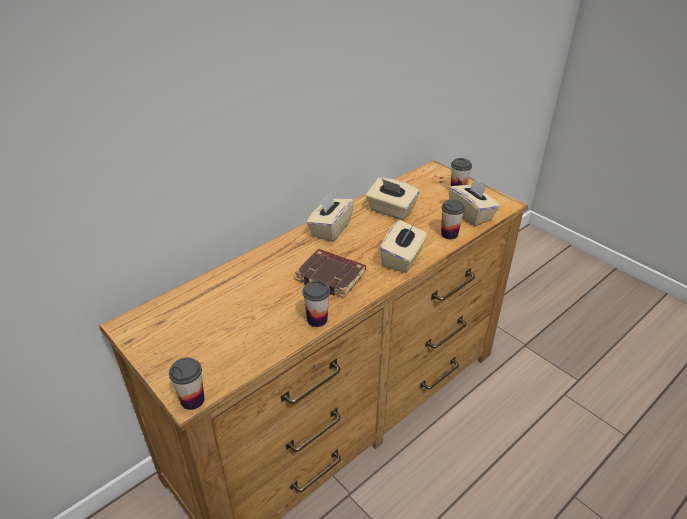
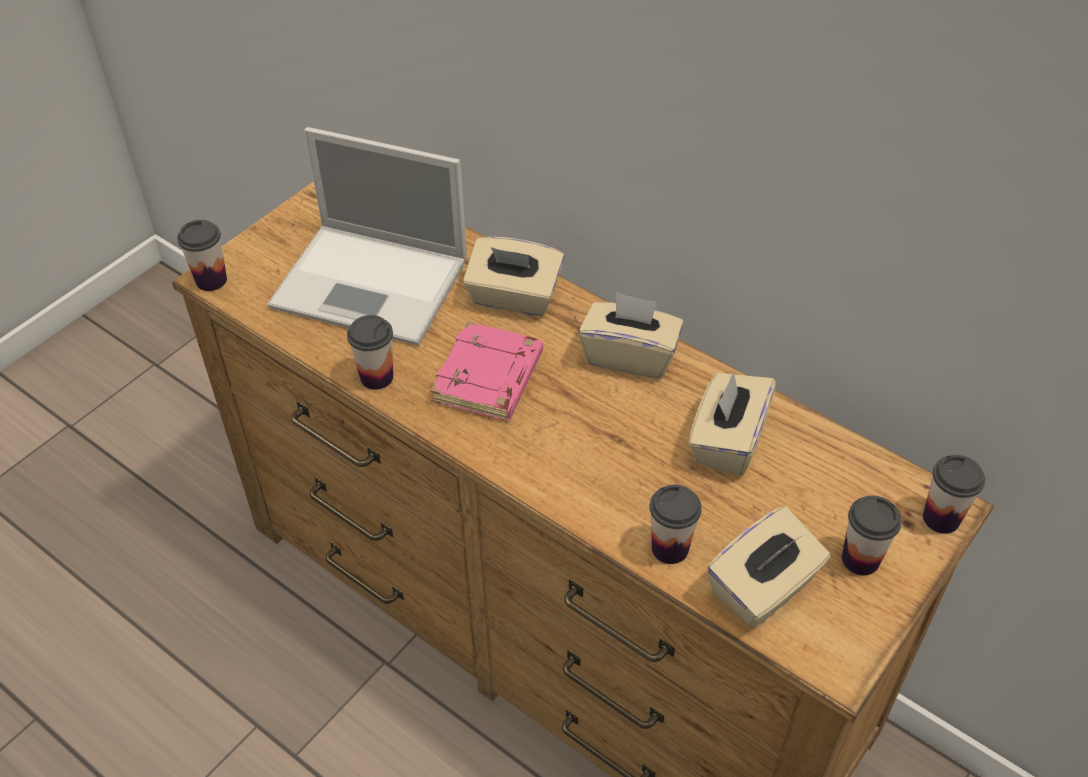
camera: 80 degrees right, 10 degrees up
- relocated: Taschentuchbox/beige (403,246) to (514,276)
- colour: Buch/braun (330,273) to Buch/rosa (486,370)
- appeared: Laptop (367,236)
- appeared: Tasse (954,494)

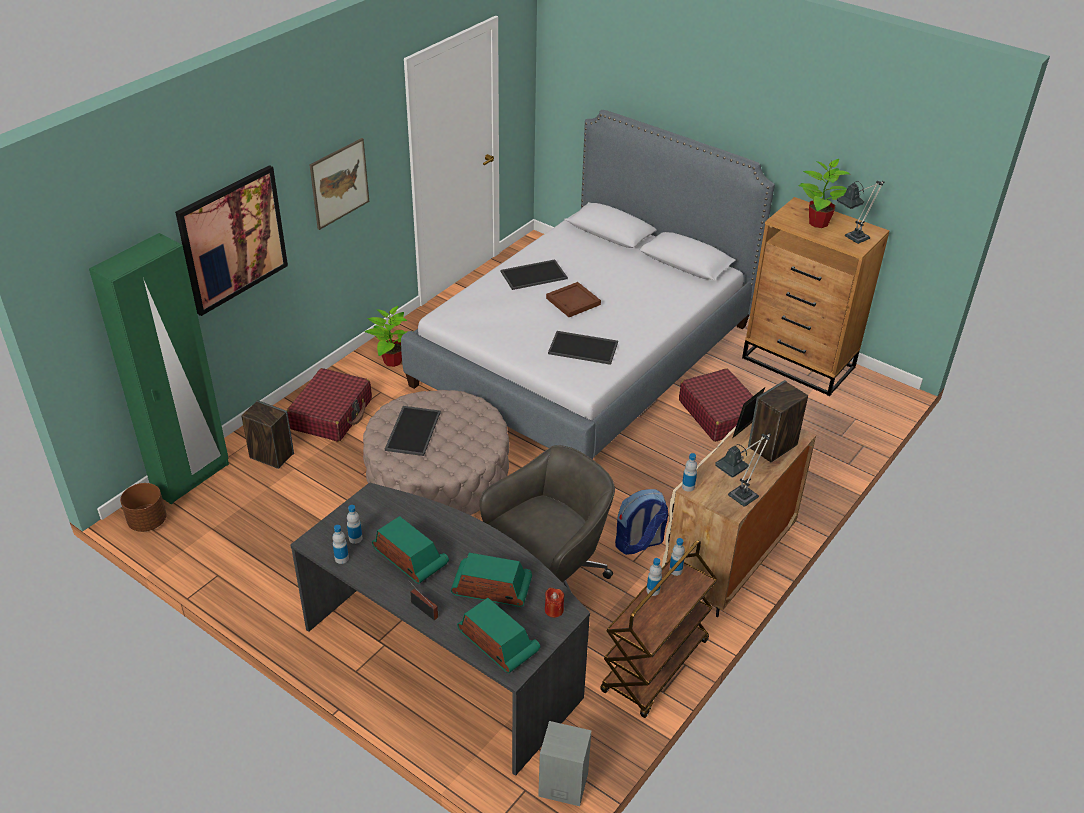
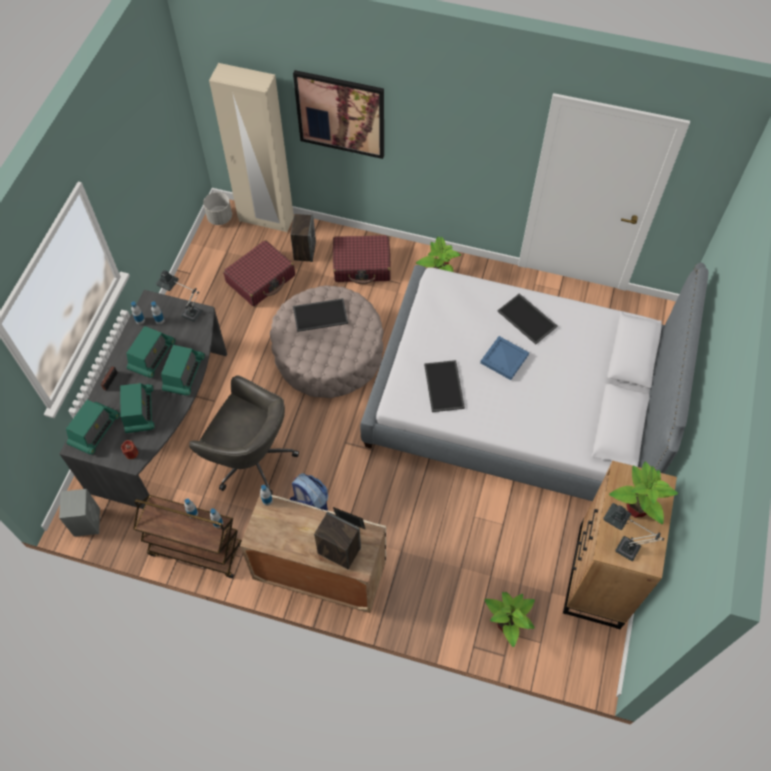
camera: 70 degrees right, 20 degrees up
- missing: Bild (339,184)
- colour: Kleiderschrank/grün (159,369) to Kleiderschrank/beige (251,148)
- colour: Tablett/braun (573,299) to Tablett/blau (504,358)
- relocated: Koffer/rot (716,405) to (259,273)
- relocated: Tischlampe (743,470) to (179,296)
- colour: Pflanzkübel/braun (143,507) to Pflanzkübel/grau (217,208)
- appeared: Radio (183,370)
- appeared: Topfpflanze (509,619)

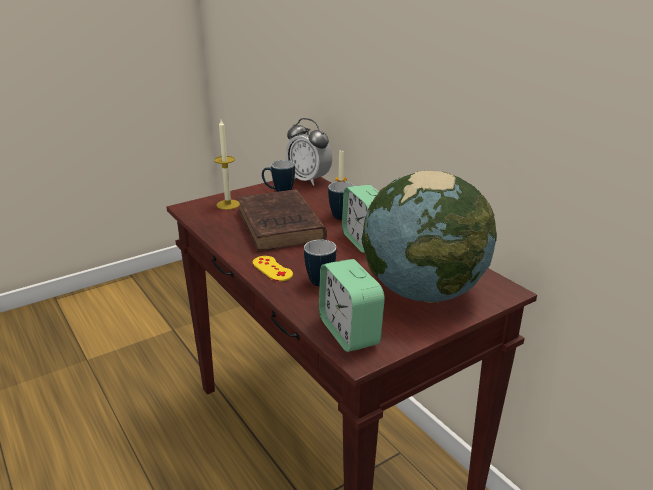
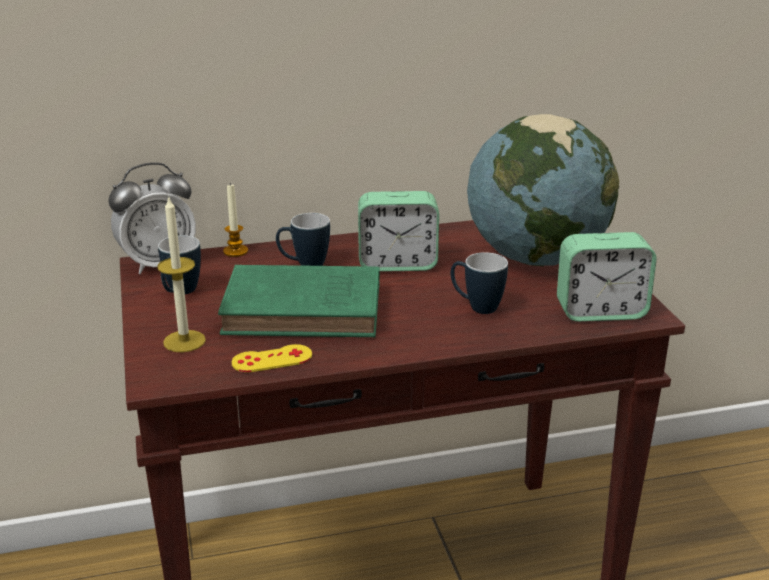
camera: 70 degrees left, 0 degrees up
- colour: Buch/braun (282,220) to Buch/grün (299,301)
- relocated: Gamepad/gelb (272,268) to (272,358)

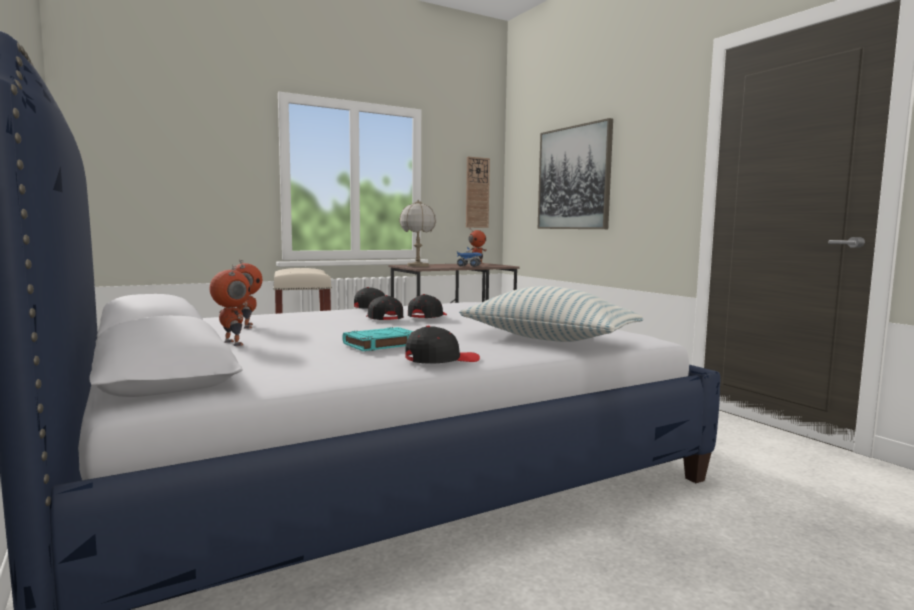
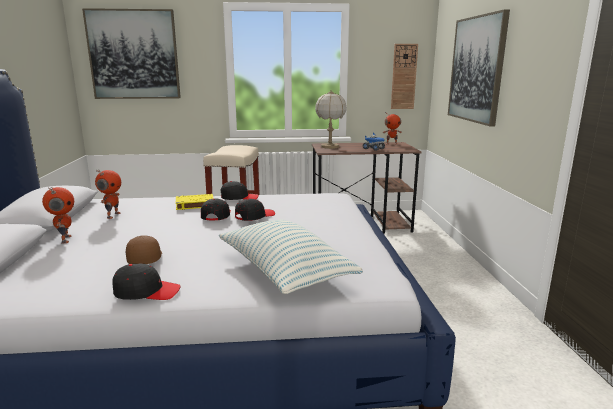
camera: 25 degrees right, 10 degrees up
- exchanged: Buch/türkis (378,339) to Kappe/braun (144,249)
- appeared: Bild (131,53)
- appeared: Buch/gelb (195,202)

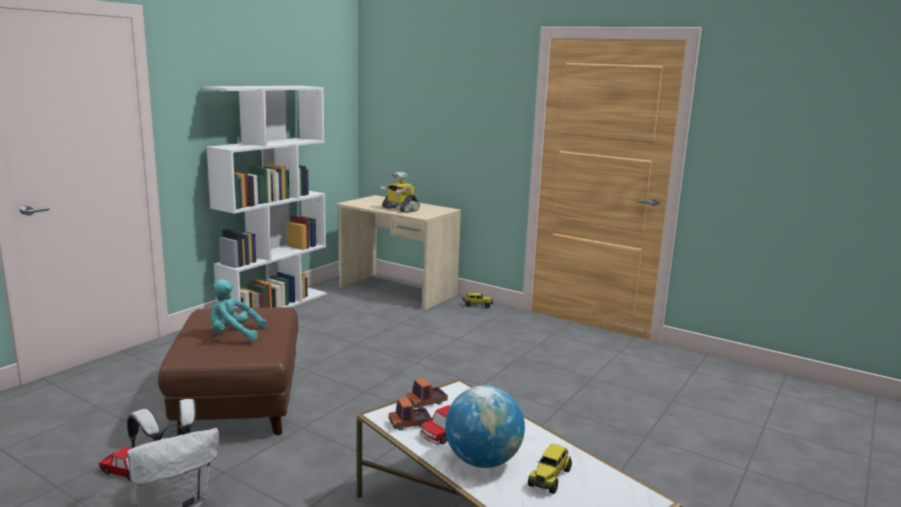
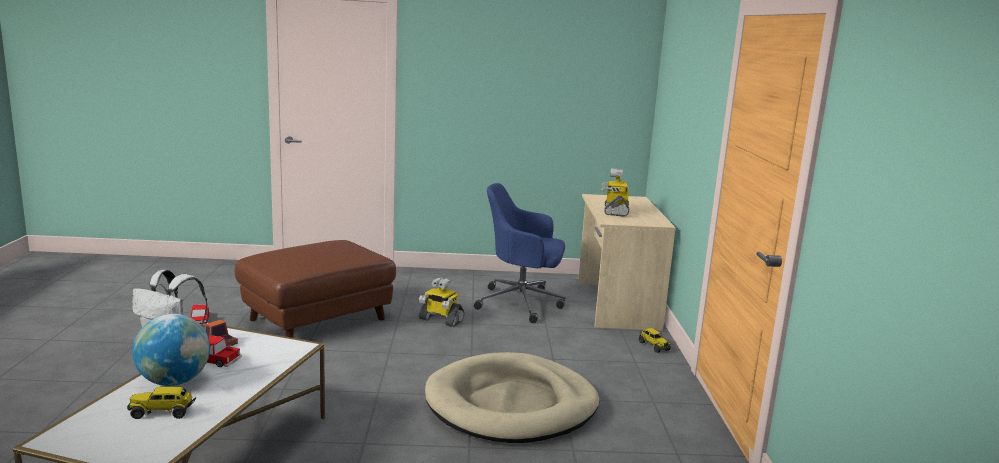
camera: 55 degrees right, 0 degrees up
- missing: Bücherregal/weiß (265,197)
- missing: Plüschtier/türkis (238,310)
- missing: Spielzeuglaster (427,393)
- appeared: Bürostuhl/blau (519,253)
- appeared: Spielzeugroboter (441,302)
- appeared: Hundebett/beige (512,397)

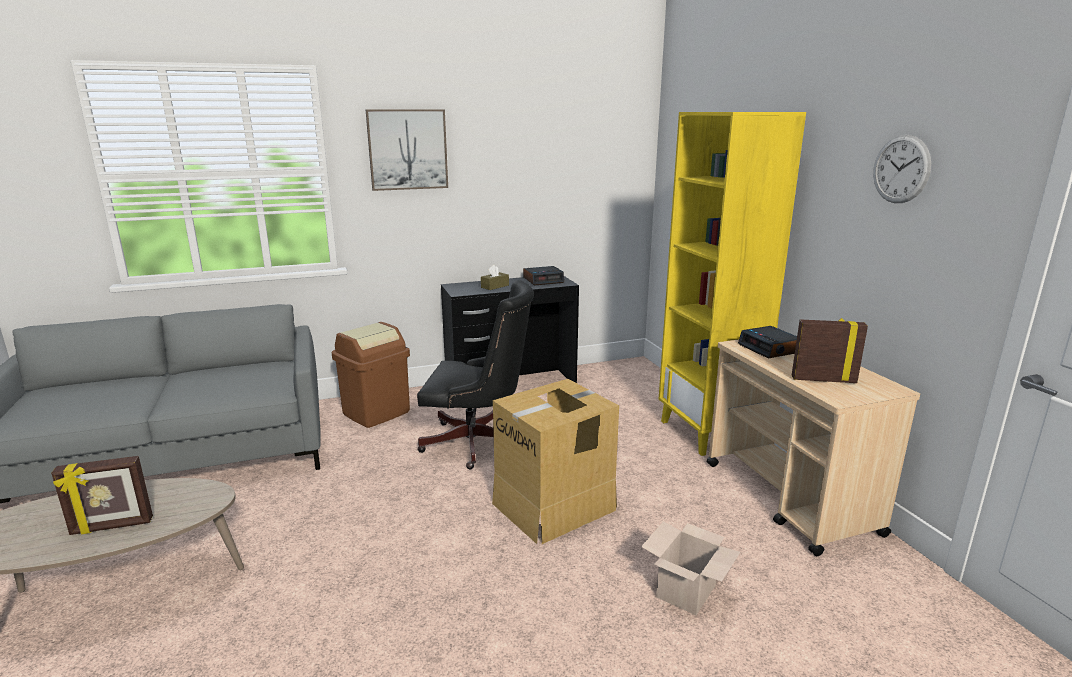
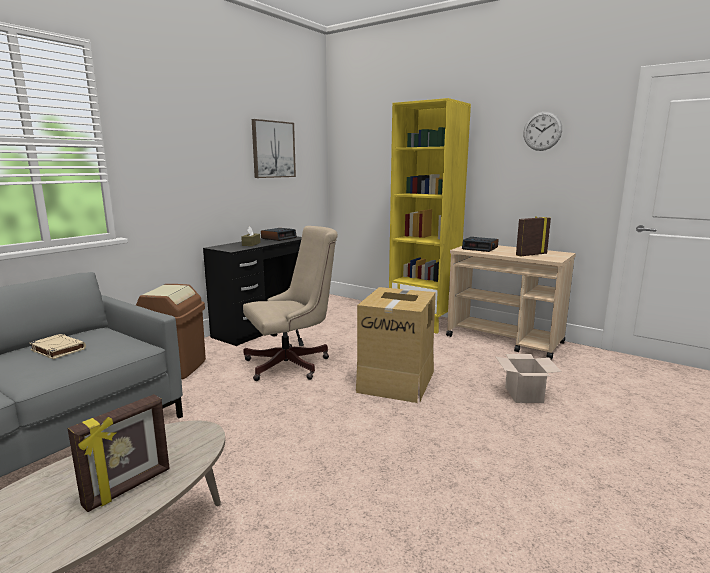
camera: 35 degrees left, 5 degrees down
- relocated: Bild (407,150) to (274,148)
- colour: Bürostuhl/schwarz (475,374) to Bürostuhl/beige (290,303)
- appeared: Buch/beige (57,346)

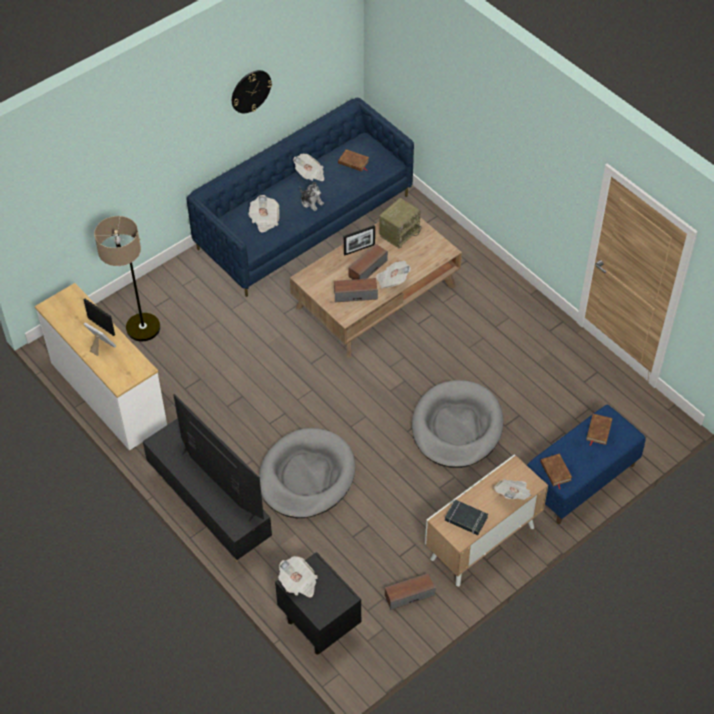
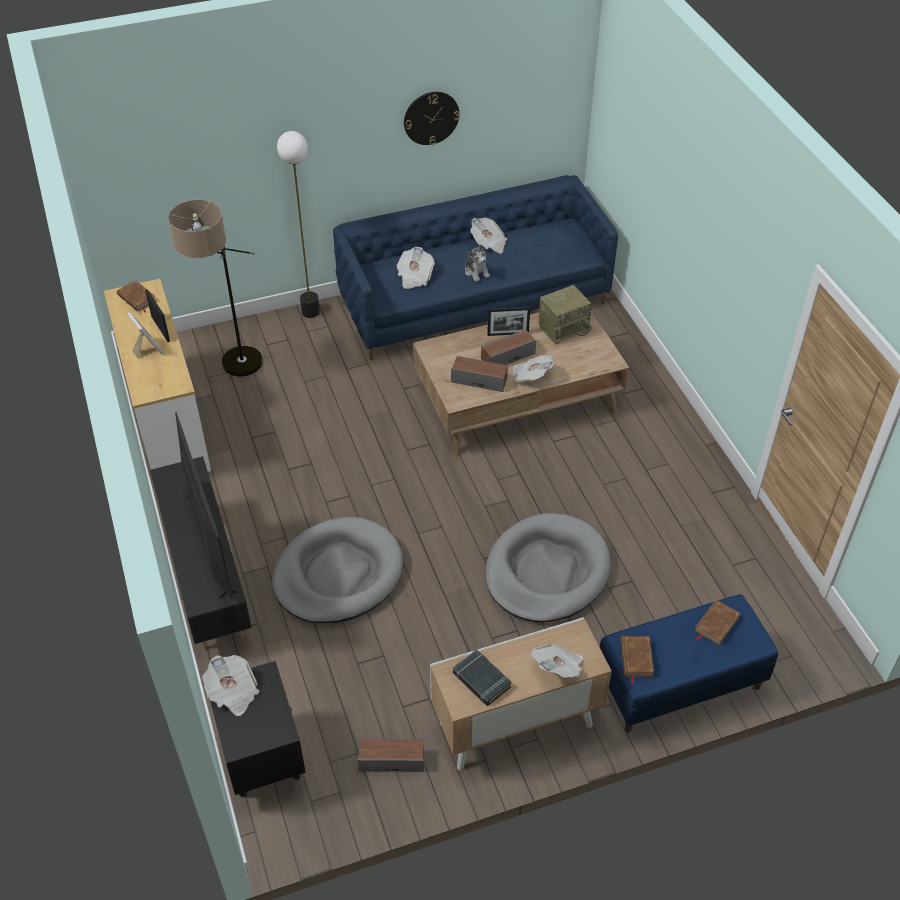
camera: 20 degrees right, 5 degrees down
- relocated: Buch/braun (353,160) to (137,296)
- appeared: Stehlampe (298,224)

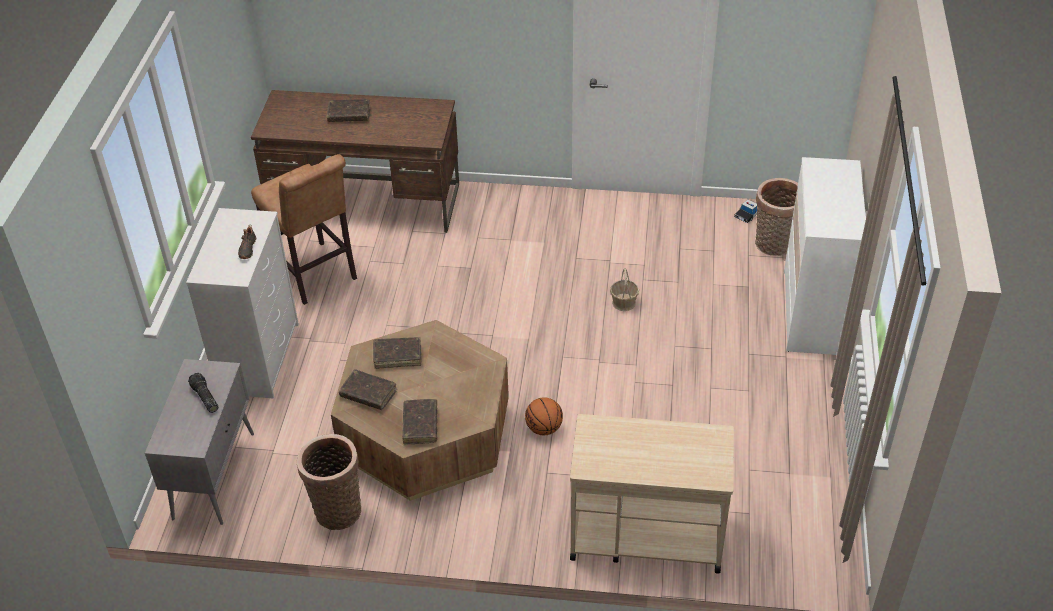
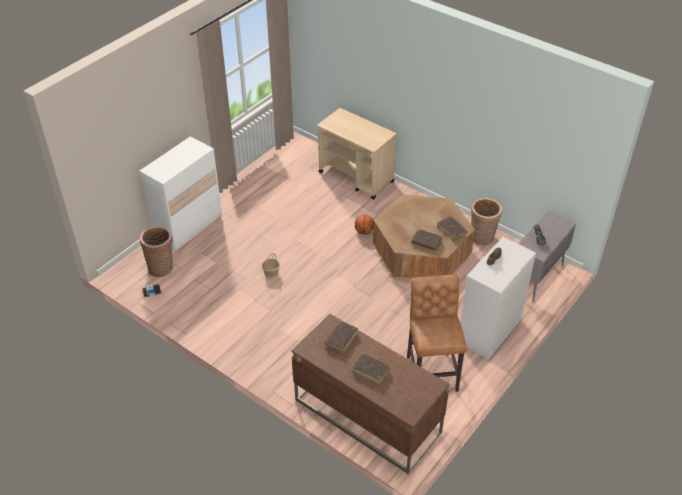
camera: 150 degrees left, 0 degrees up
- relocated: Buch/braun (419,422) to (341,337)

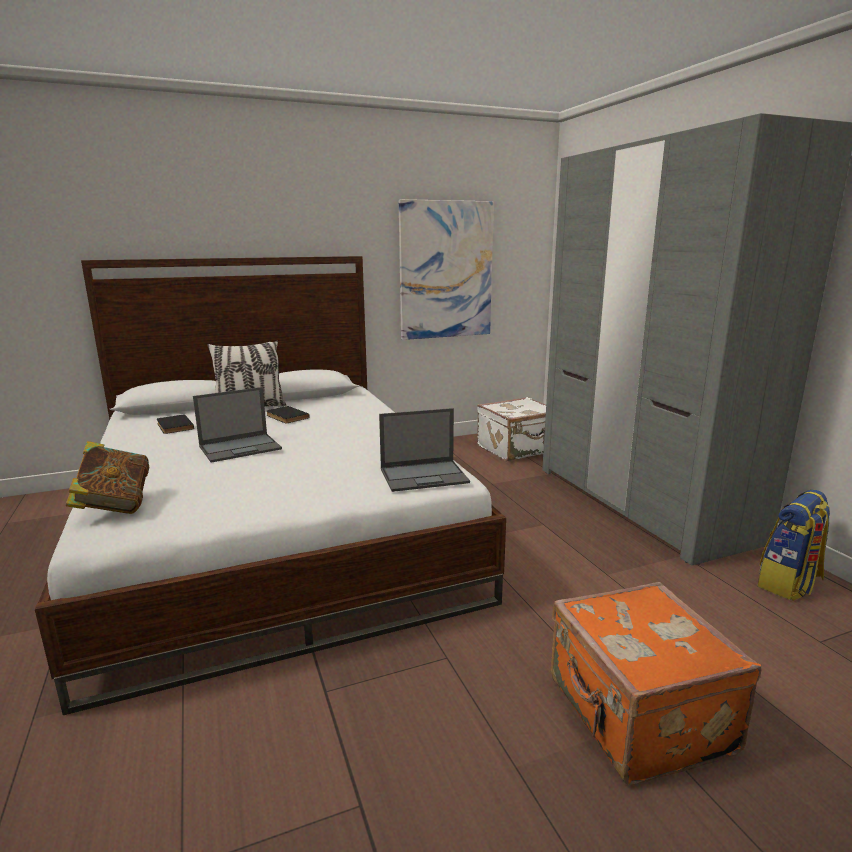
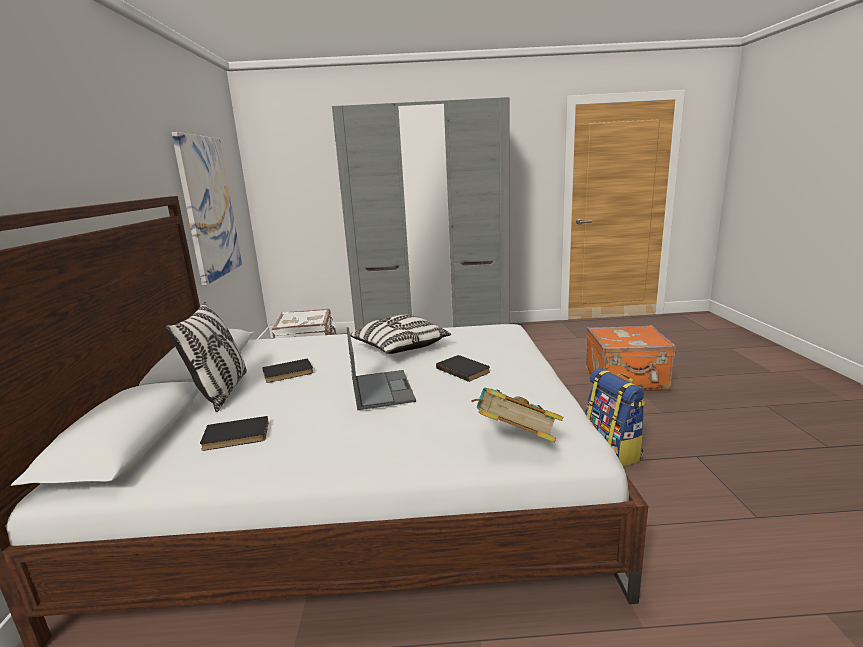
camera: 70 degrees left, 0 degrees up
- missing: Laptop (424,450)
- relocated: Rucksack (793,545) to (615,417)
- appeared: Kissen (400,334)
- appeared: Buch/schwarz (463,368)

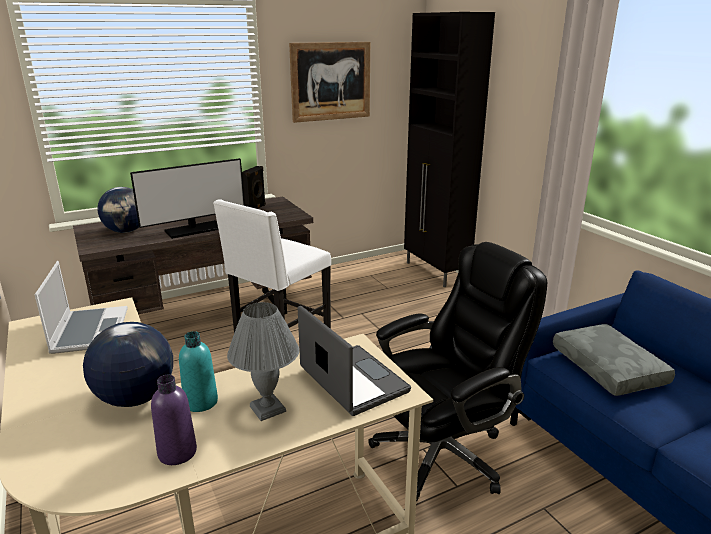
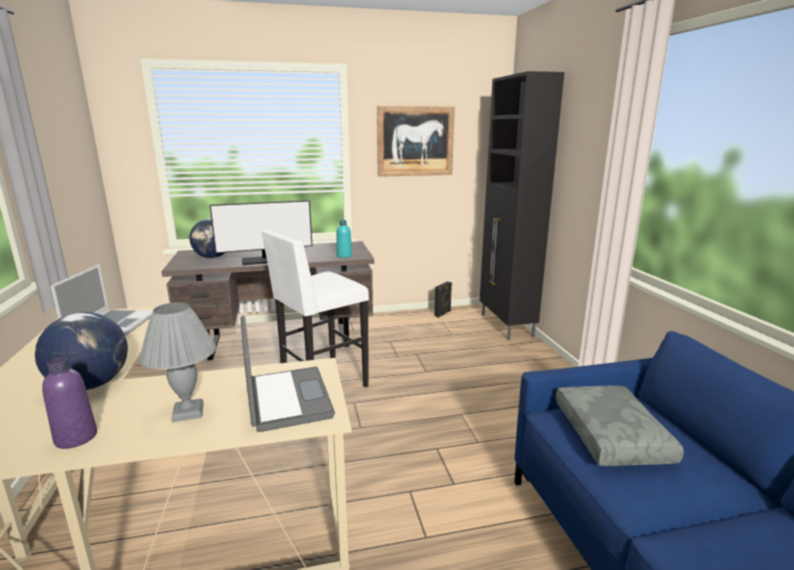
camera: 15 degrees right, 5 degrees down
- relocated: Lautsprecher/schwarz (254,187) to (443,300)
- missing: Bürostuhl/schwarz (457,371)
- relocated: Flasche/türkis (198,371) to (344,239)

